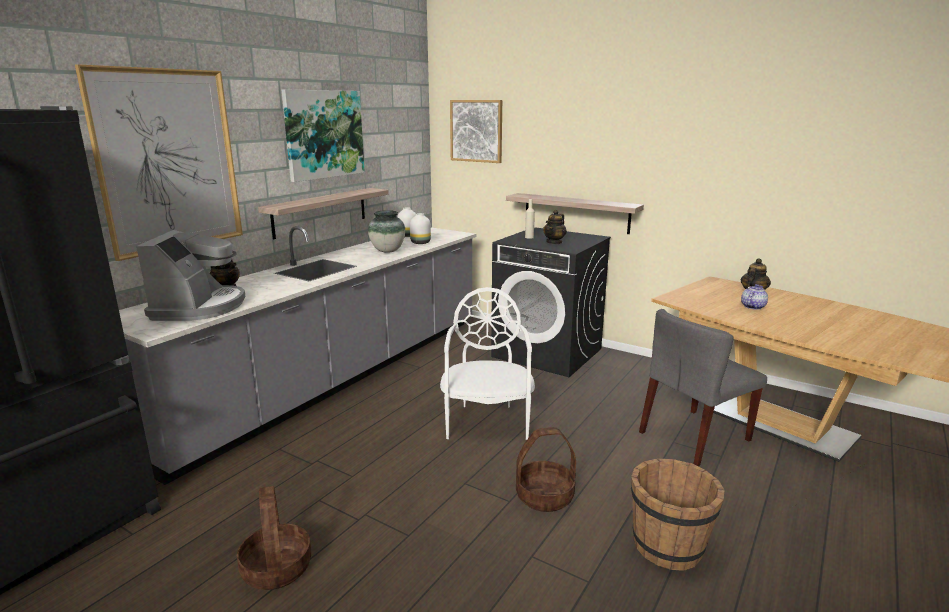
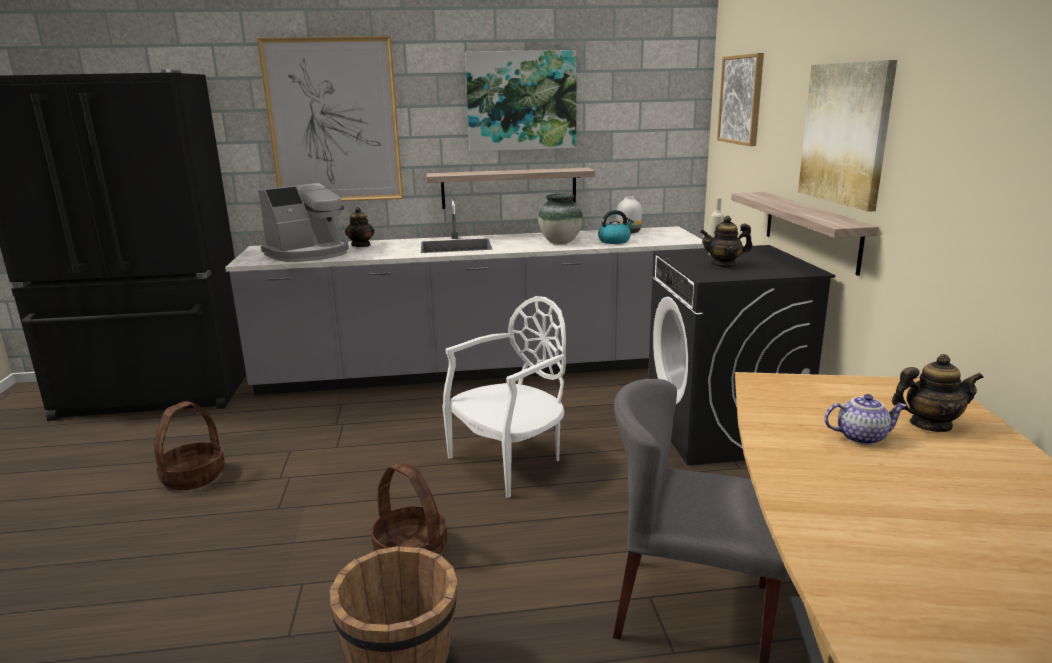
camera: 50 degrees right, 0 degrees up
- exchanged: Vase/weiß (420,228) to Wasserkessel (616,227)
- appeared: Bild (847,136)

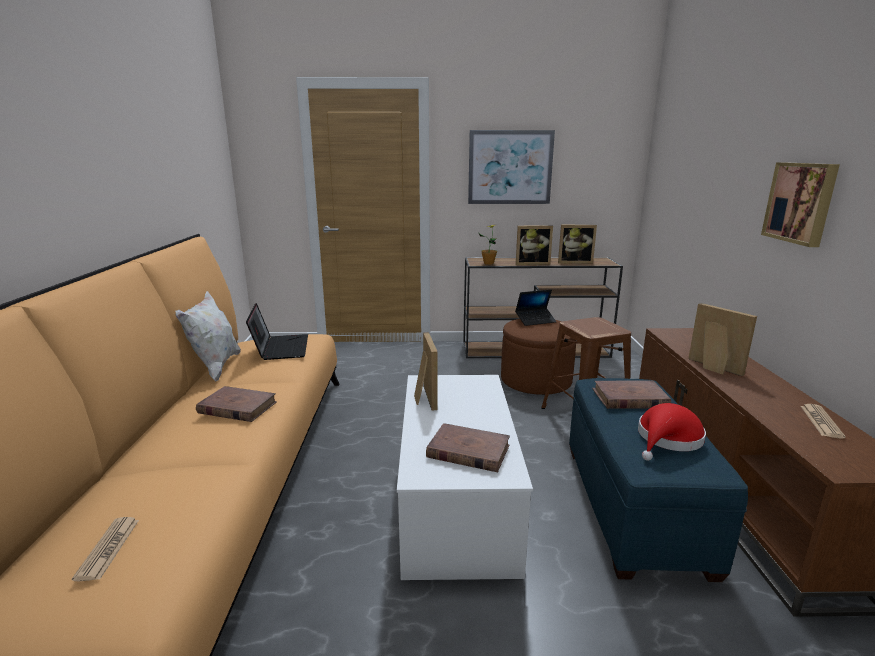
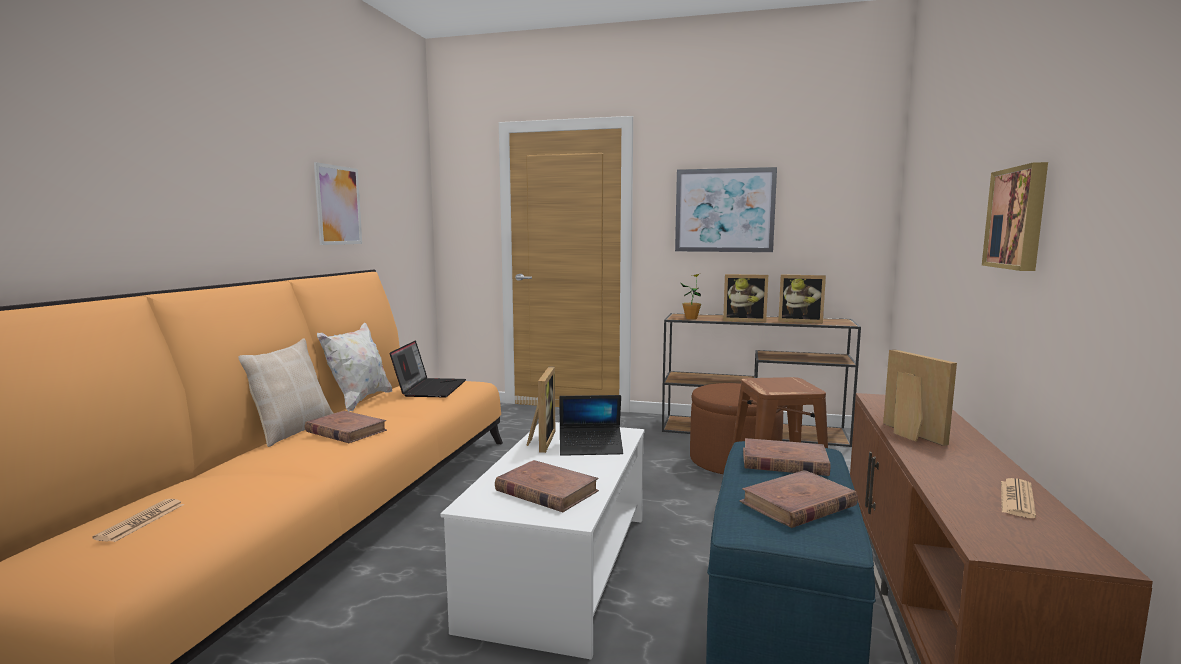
camera: 15 degrees right, 10 degrees down
- relocated: Laptop (536,307) to (591,425)
- exchanged: Hut/rot (672,432) to Buch/braun (798,499)
- appeared: Bild (338,203)
- appeared: Kissen/beige (286,392)

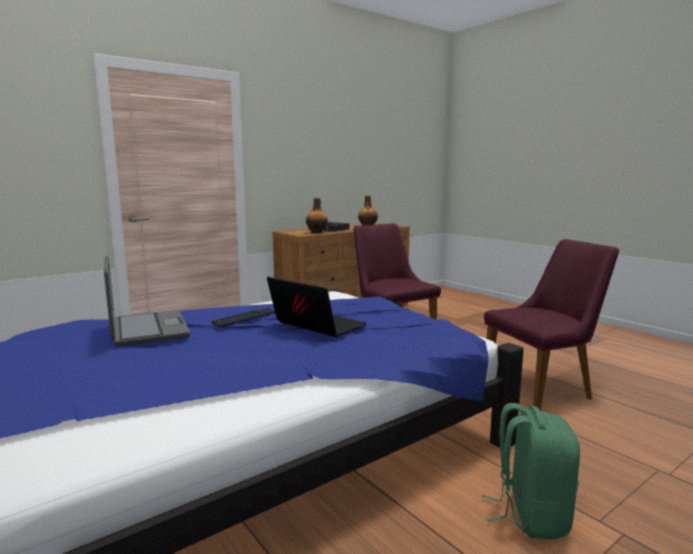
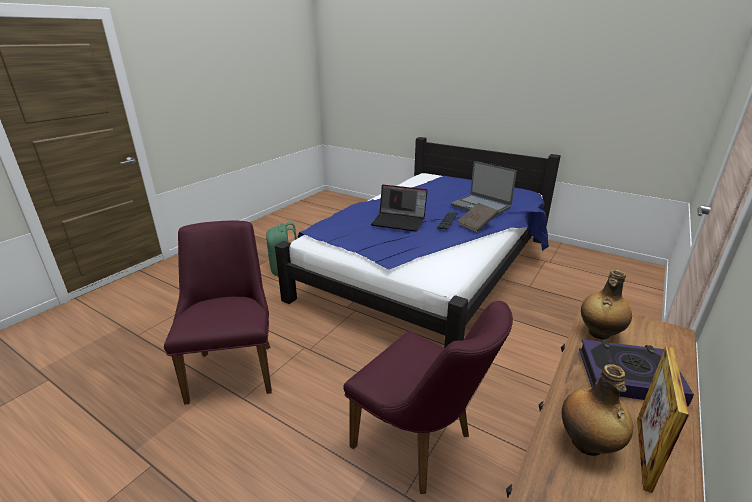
camera: 160 degrees right, 15 degrees up
- spun: Stuhl/lila (551,325) = (218,312) 120 degrees clockwise
- appeared: Buch/braun (478,217)
- appeared: Bilderrahmen (663,419)

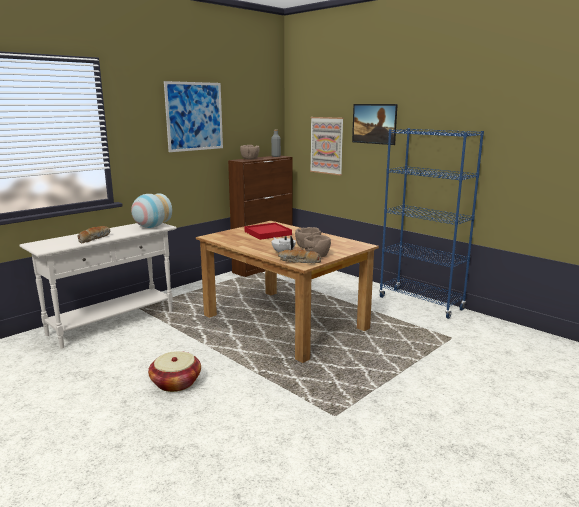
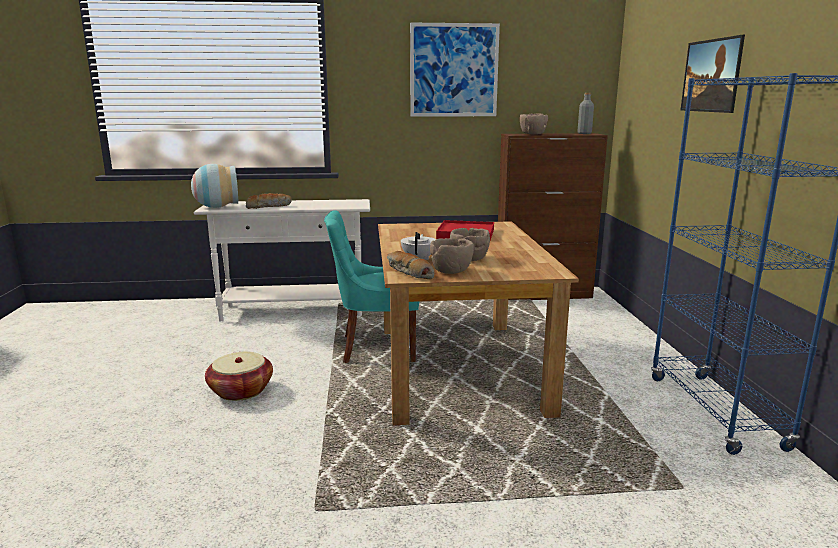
camera: 40 degrees right, 0 degrees up
- missing: Bild (327,146)
- relocated: Vase (151,210) to (215,186)
- appeared: Stuhl/türkis (372,286)

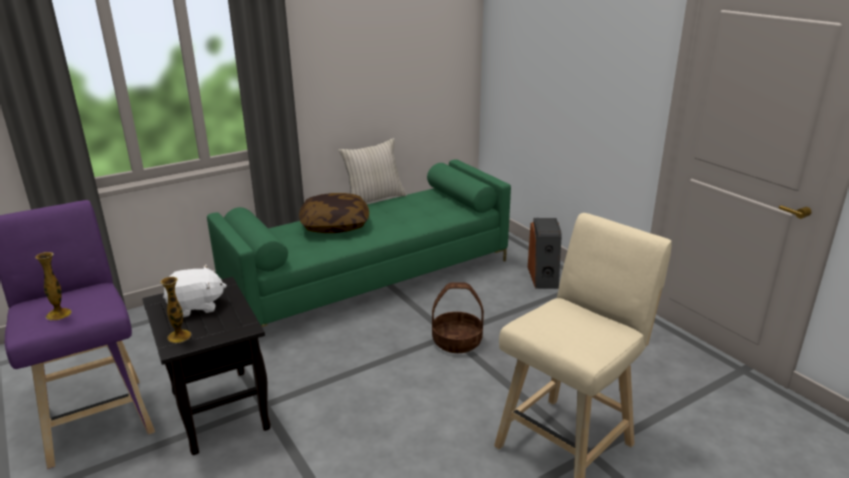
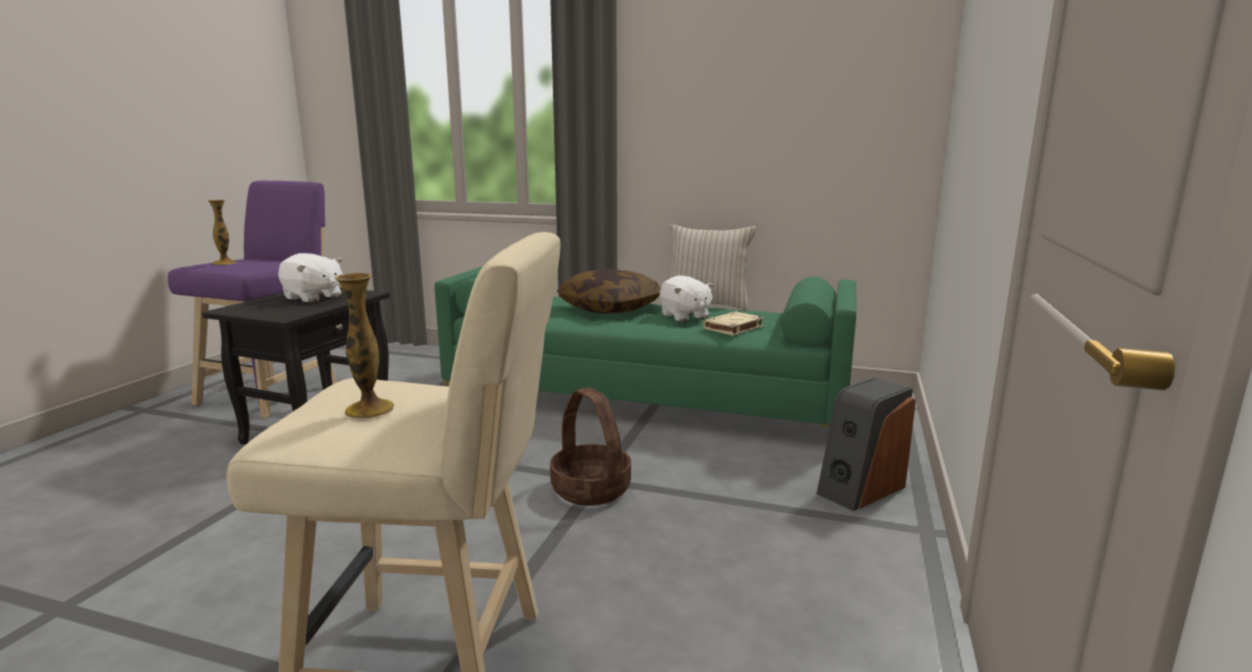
camera: 50 degrees right, 10 degrees down
- relocated: Vase (175,310) to (364,346)
- appeared: Plüschtier/weiß (687,299)
- appeared: Buch/beige (733,323)

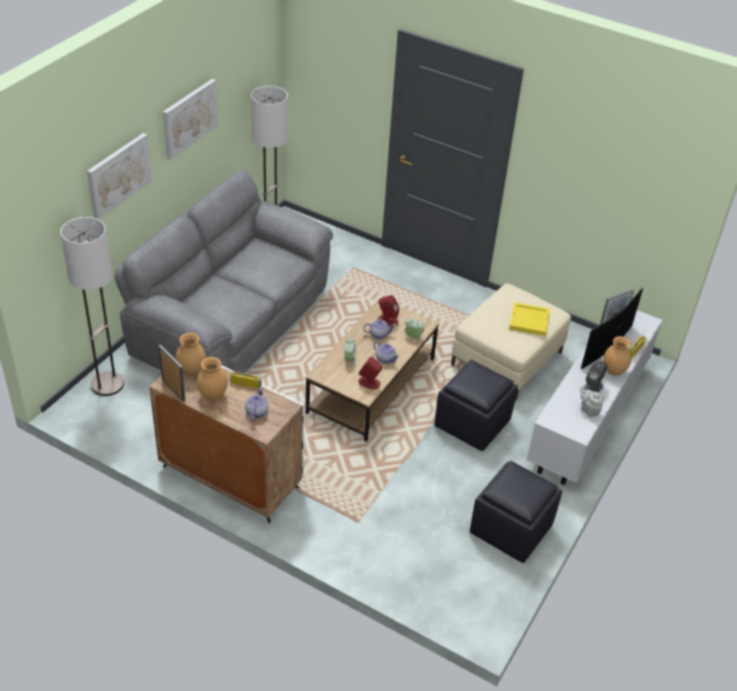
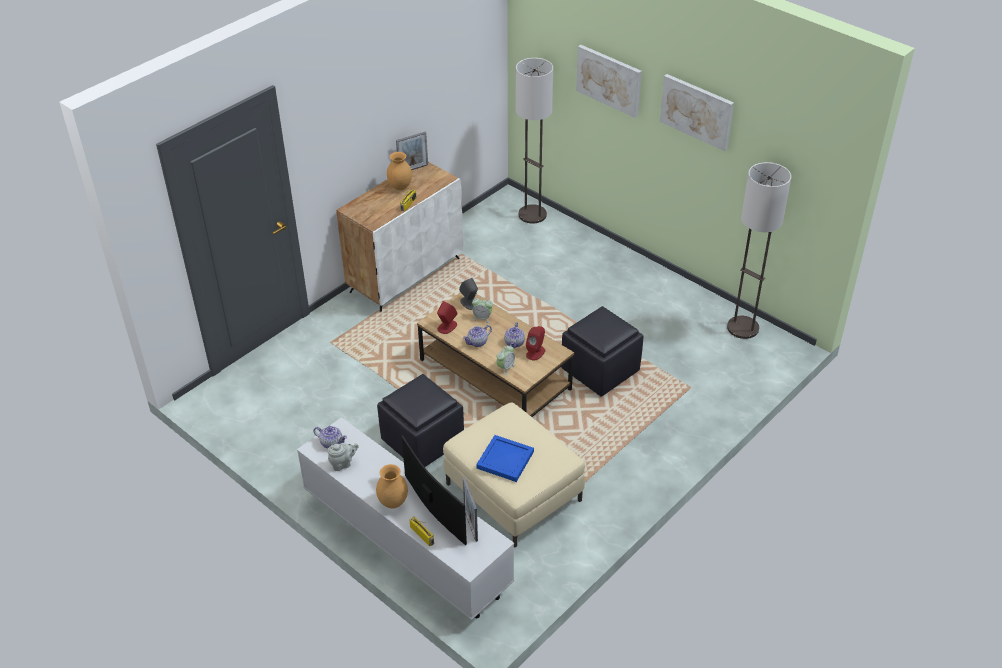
camera: 105 degrees right, 0 degrees up
- missing: Sofa/grau (223,271)
- colour: Tablett/gelb (529,319) to Tablett/blau (505,458)
- missing: Vase/braun (191,354)
- relocated: Lautsprecher/grau (596,376) to (468,294)
- relocated: Teekanne (256,404) to (330,437)
- relocated: Polsterhocker/schwarz (516,512) to (602,351)

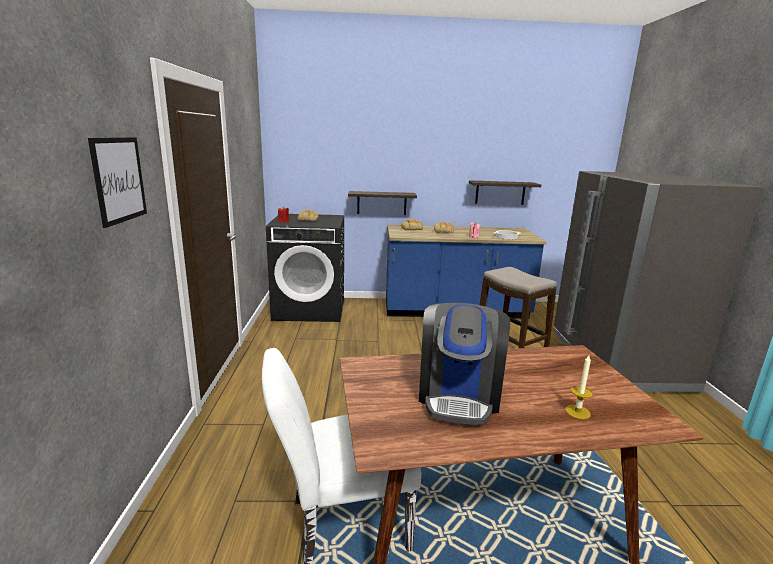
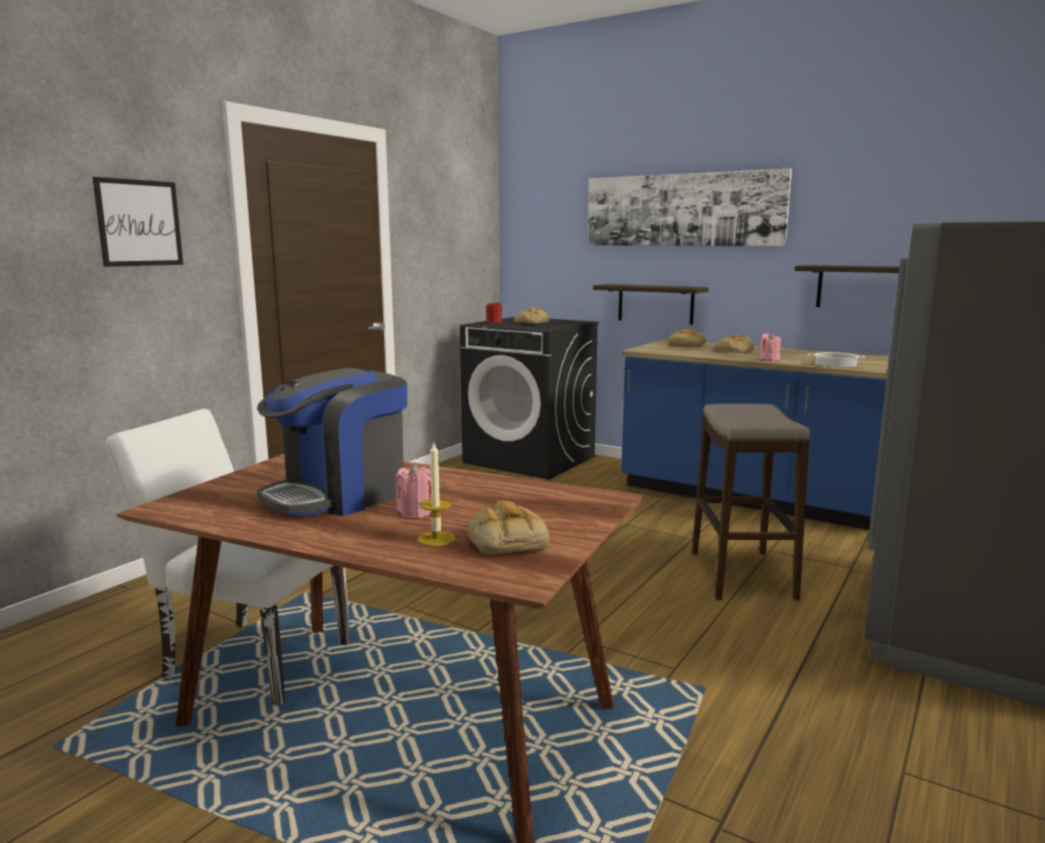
camera: 35 degrees right, 5 degrees down
- appeared: Bild (690,207)
- appeared: Kerze/rosa (413,490)
- appeared: Brot (508,527)

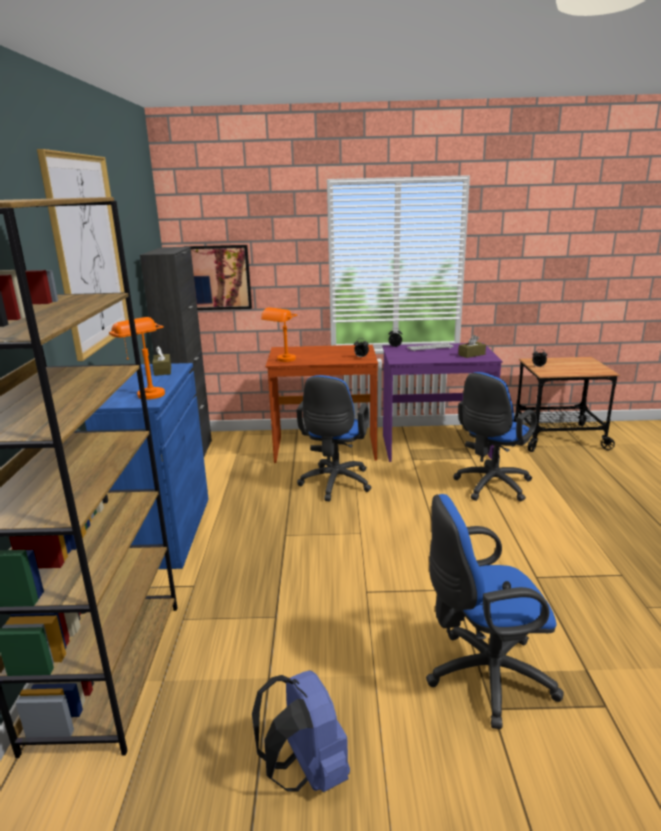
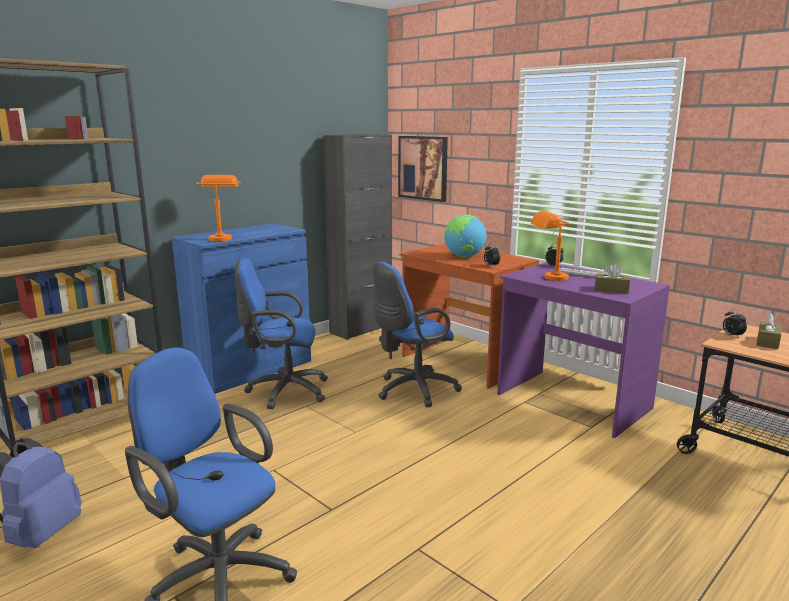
camera: 45 degrees right, 5 degrees down
- missing: Bild (83,255)
- relocated: Tischlampe/orange (279,335) to (550,246)
- relocated: Taschentuchbox/braun (161,361) to (769,331)
- relocated: Bürostuhl/blau (495,437) to (281,333)
- appeared: Globus (465,236)

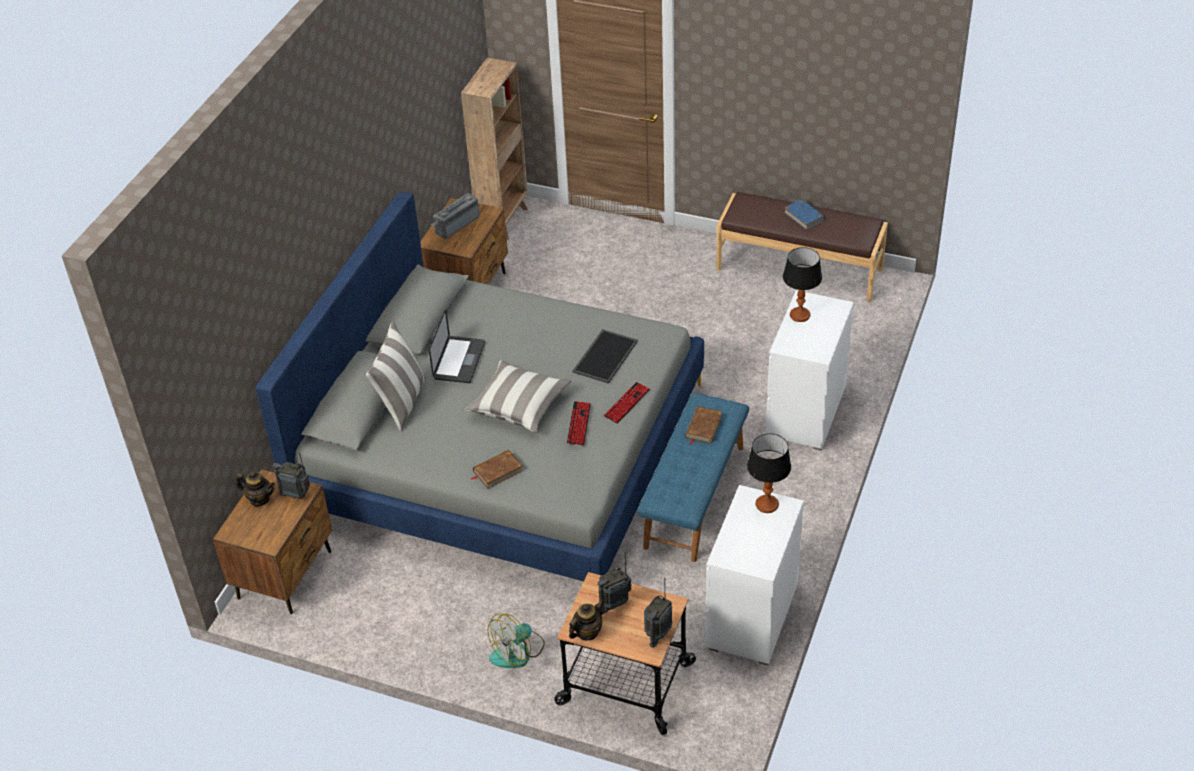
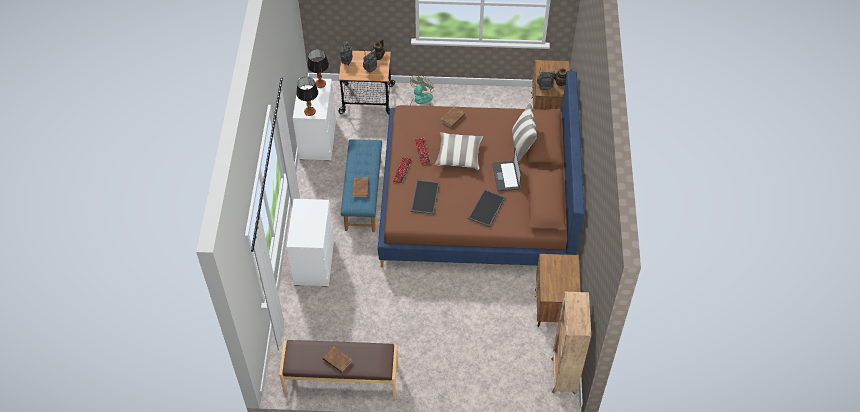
camera: 160 degrees right, 10 degrees up
- colour: Bett/grau (479,387) to Bett/braun (481,169)
- missing: Radio (455,216)
- colour: Buch/blau (804,214) to Buch/braun (338,359)
- relocated: Tischlampe (802,284) to (318,68)
- appeared: Tablett (487,208)

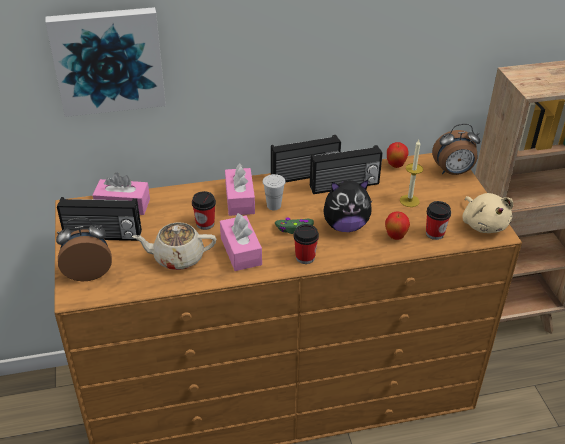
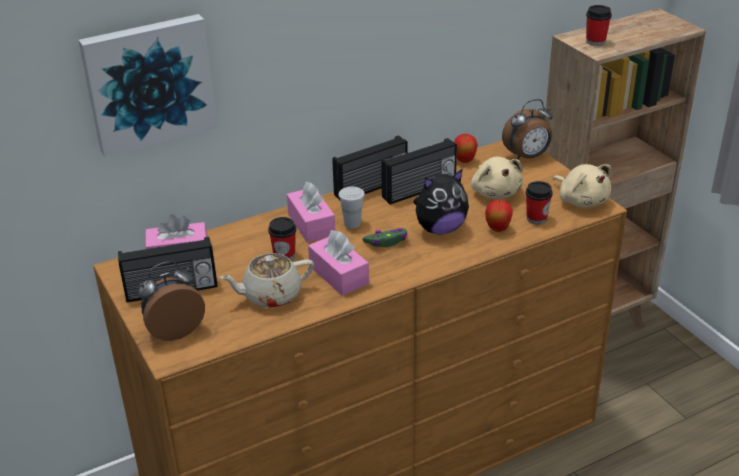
camera: 15 degrees left, 5 degrees down
- exchanged: Kerze (411,173) to Plüschtier/beige (497,178)
- relocated: Tasse (306,244) to (599,25)

